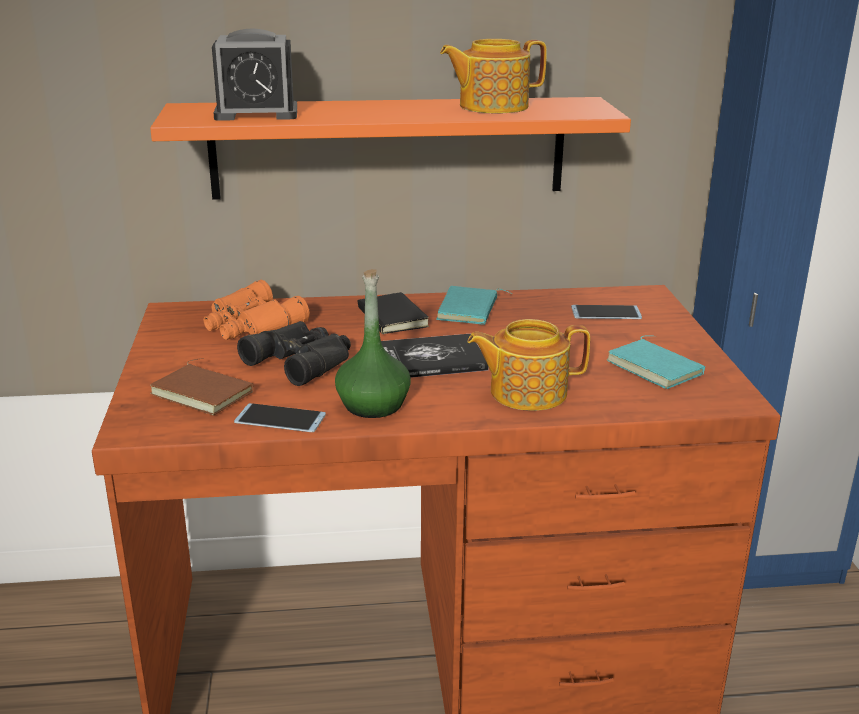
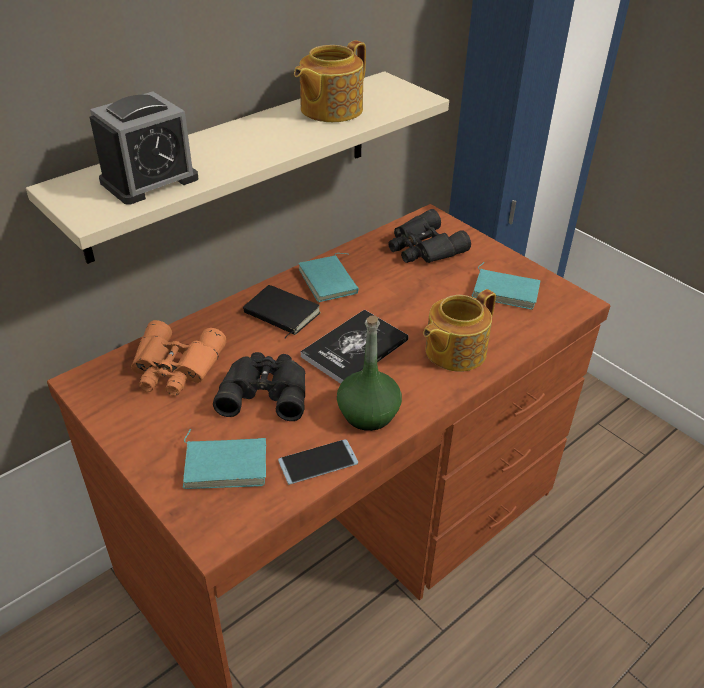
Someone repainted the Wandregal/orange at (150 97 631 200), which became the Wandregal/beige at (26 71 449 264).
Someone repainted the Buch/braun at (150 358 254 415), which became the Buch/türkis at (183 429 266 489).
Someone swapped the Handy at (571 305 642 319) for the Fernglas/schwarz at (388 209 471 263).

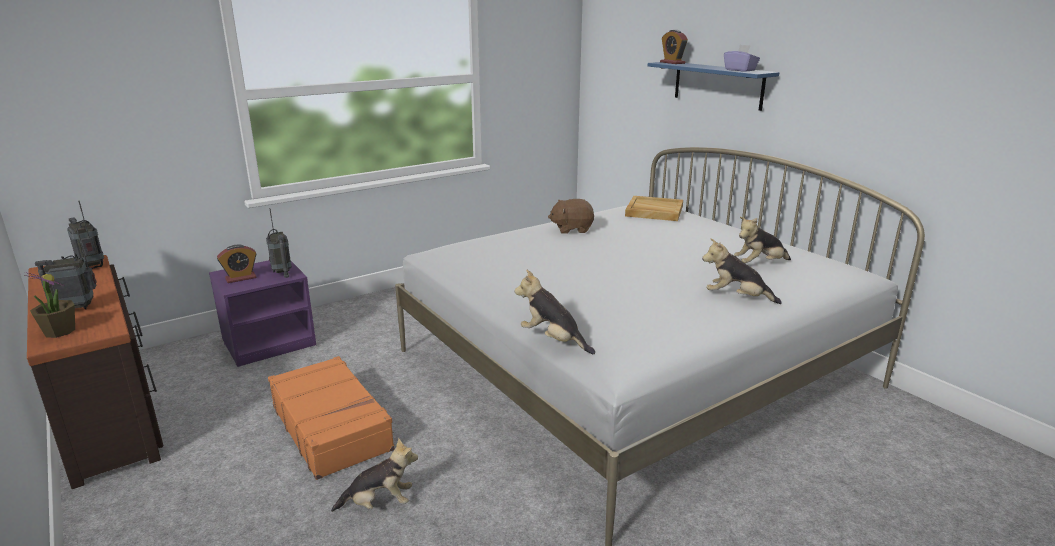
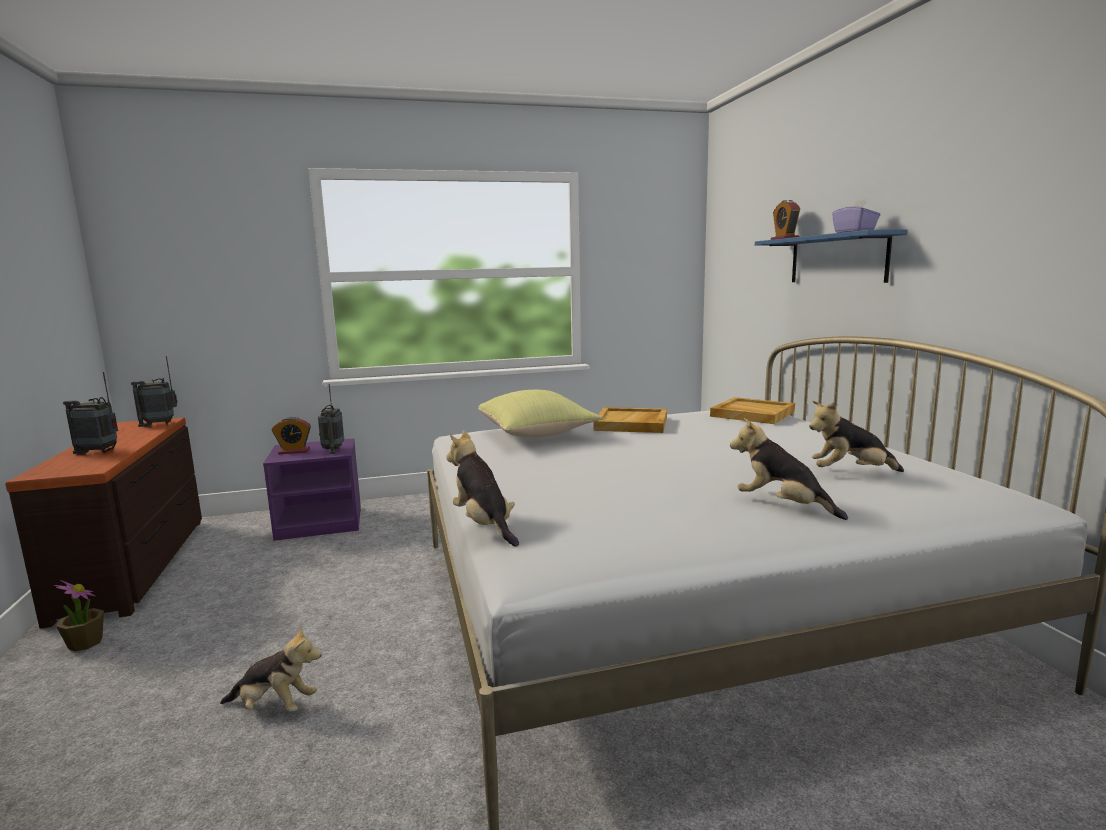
Someone carried the Topfpflanze from (24 272 75 338) to (53 580 104 652).
Someone rotated the Radio at (67 201 104 269) by 90 degrees counterclockwise.
Someone took away the Koffer/orange at (268 356 395 480).
Someone swapped the Plüschtier/braun at (548 199 594 234) for the Tablett/beige at (593 407 667 433).
Someone put down the Kissen/gelb at (478 390 602 438).

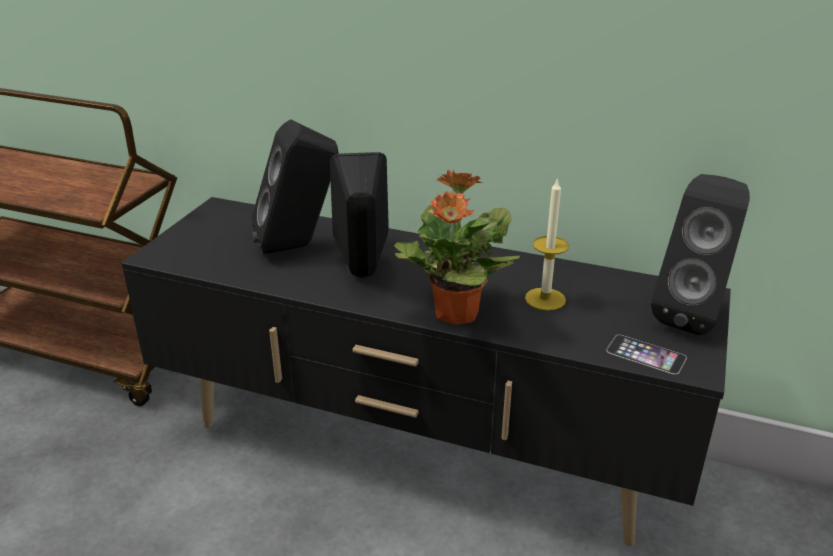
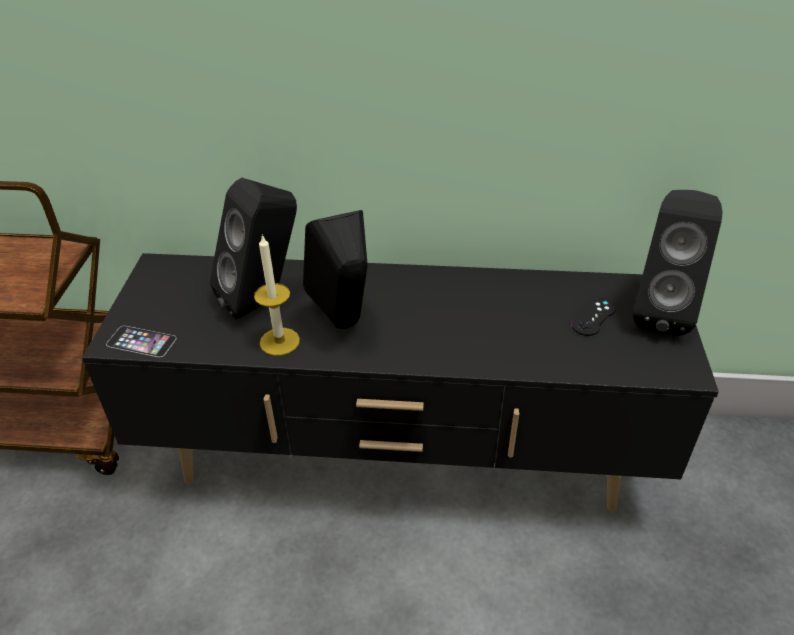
Someone took away the Topfpflanze at (394 170 520 325).
Someone carried the Kerze from (525 177 569 311) to (254 234 300 356).
Someone carried the Handy from (606 335 687 375) to (106 326 177 357).
Someone put down the Gamepad/schwarz at (571 298 616 336).

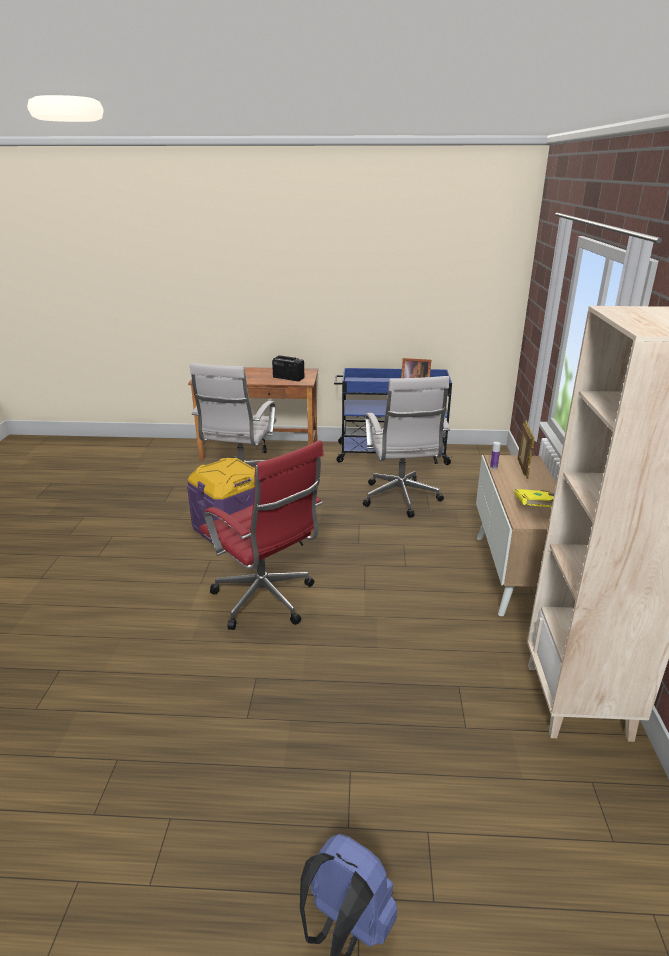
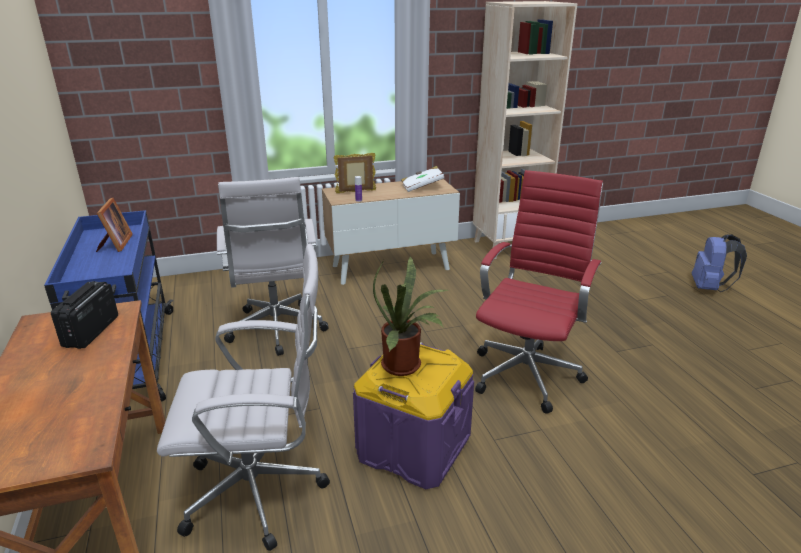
Someone rotated the Bürostuhl/weiß at (363 376 450 518) by 105 degrees clockwise.
Someone repainted the Buch/gelb at (514 489 554 508), which became the Buch/weiß at (401 166 444 192).
Someone put down the Topfpflanze at (373 256 448 376).

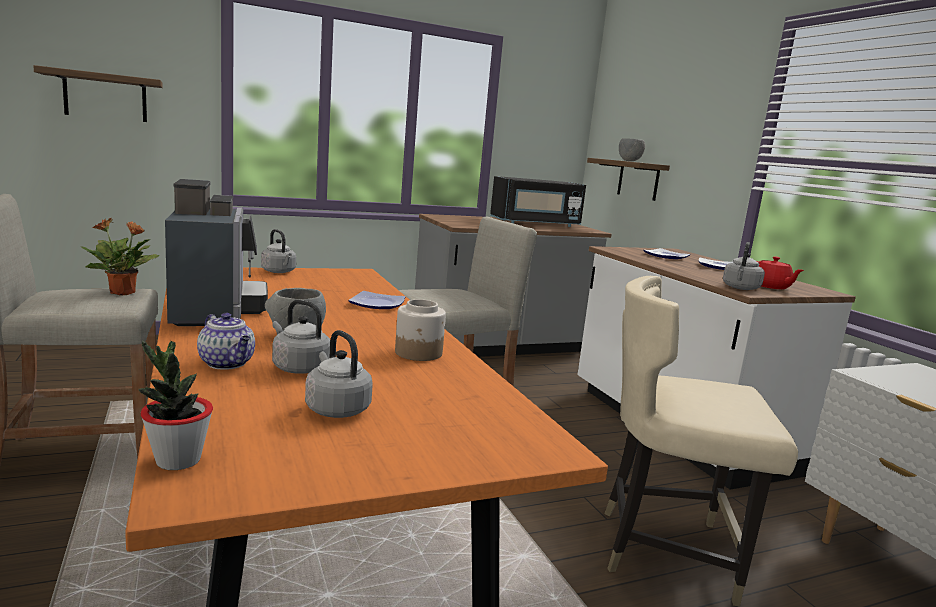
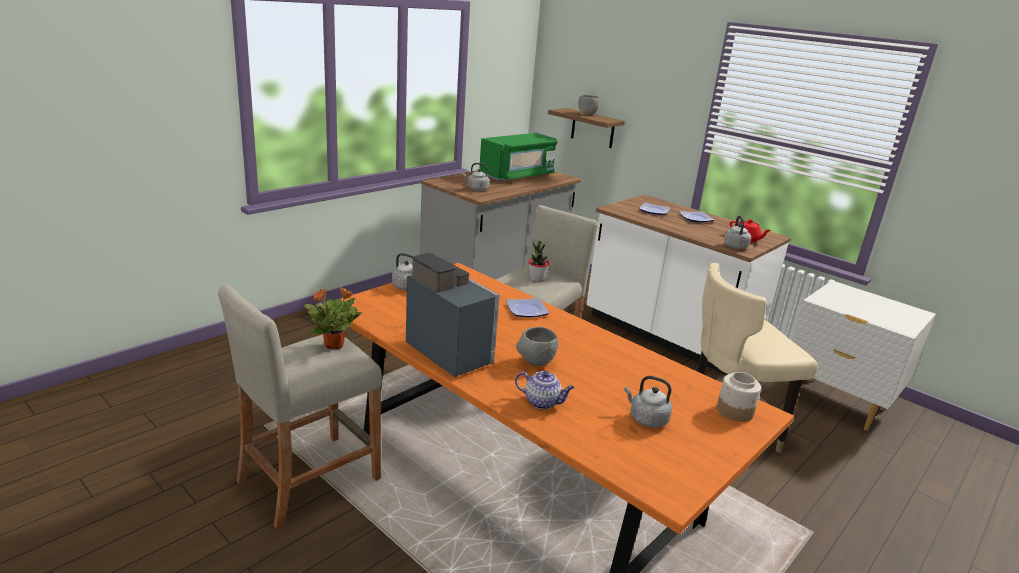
Someone took away the Wandregal at (33 65 163 122).
Someone carried the Topfpflanze from (139 340 213 470) to (528 241 550 282).
Someone carried the Wasserkessel/grau from (272 299 330 374) to (463 163 489 191).
Someone carried the Vorratsglas from (395 299 446 361) to (717 372 761 422).
Someone repainted the Mikrowelle/schwarz at (490 176 586 227), which became the Mikrowelle/grün at (479 133 558 181).

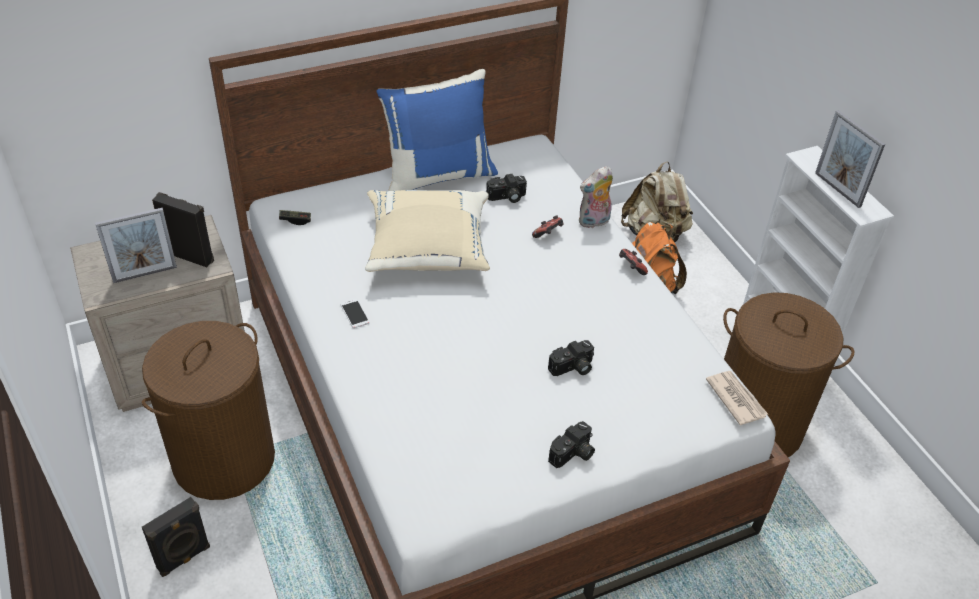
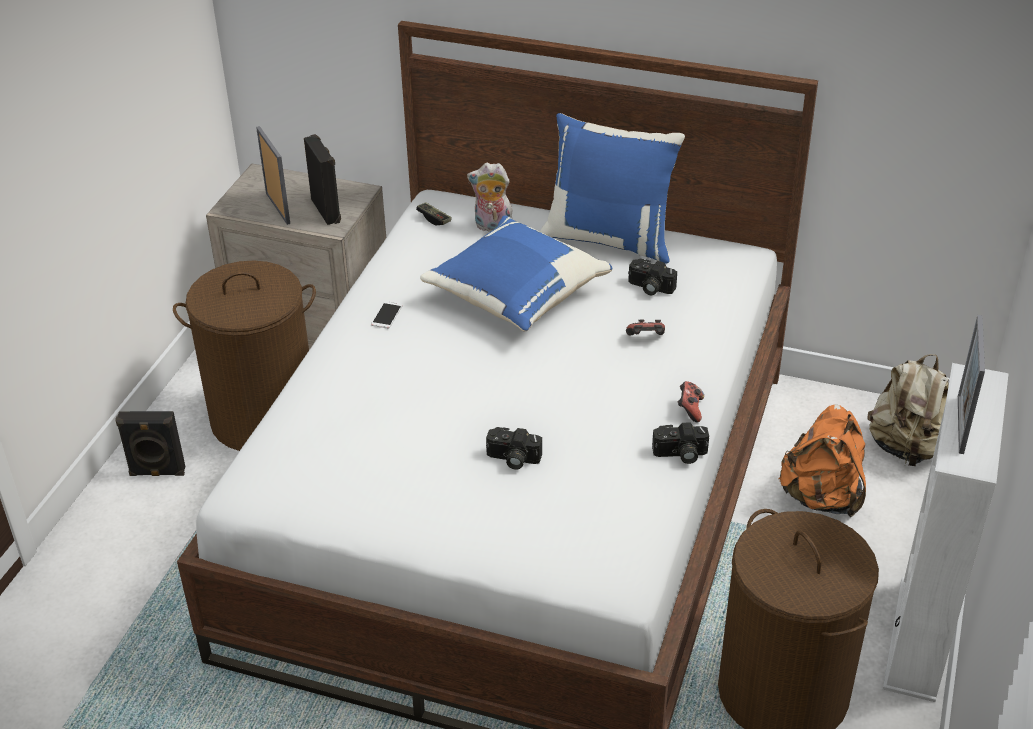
Someone rotated the Bilderrahmen at (95 208 177 283) by 135 degrees counterclockwise.
Someone repainted the Kissen/beige at (365 190 490 272), which became the Kissen/blau at (420 215 612 332).
Someone carried the Kamera from (548 421 595 468) to (652 422 709 464).
Someone carried the Plüschtier from (579 166 613 228) to (467 163 513 232).
Someone took away the Zeitung at (706 371 768 426).

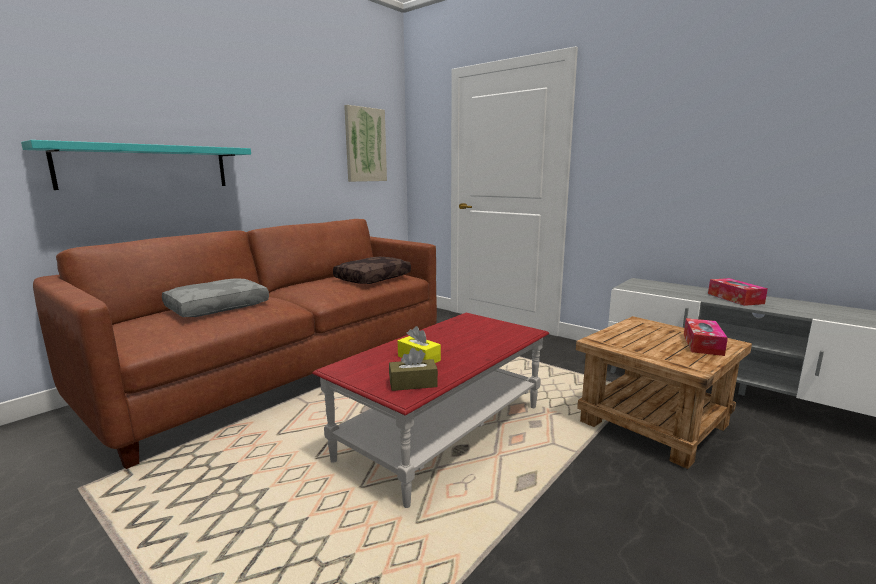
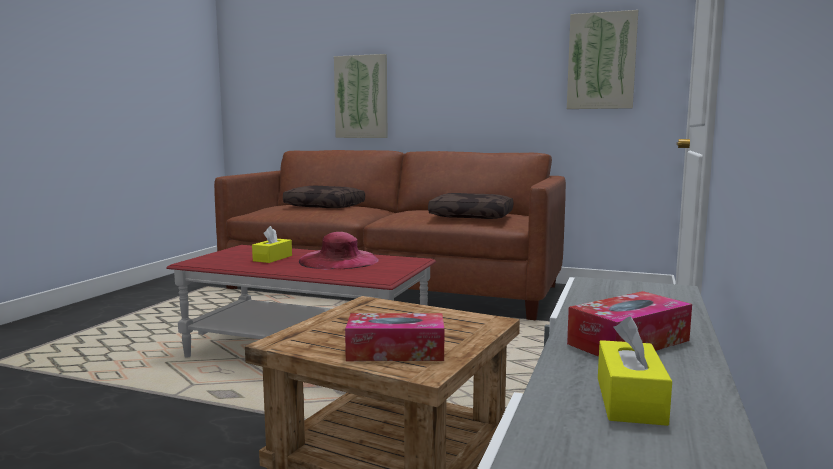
Someone swapped the Wandregal/türkis at (21 140 251 190) for the Bild at (334 54 387 138).
Someone repainted the Kissen/grau at (162 278 269 317), which became the Kissen/braun at (283 186 365 208).
Someone took away the Taschentuchbox/braun at (389 348 438 391).
Someone put down the Hut/rosa at (299 232 379 270).
Someone put down the Taschentuchbox/gelb at (598 316 672 426).

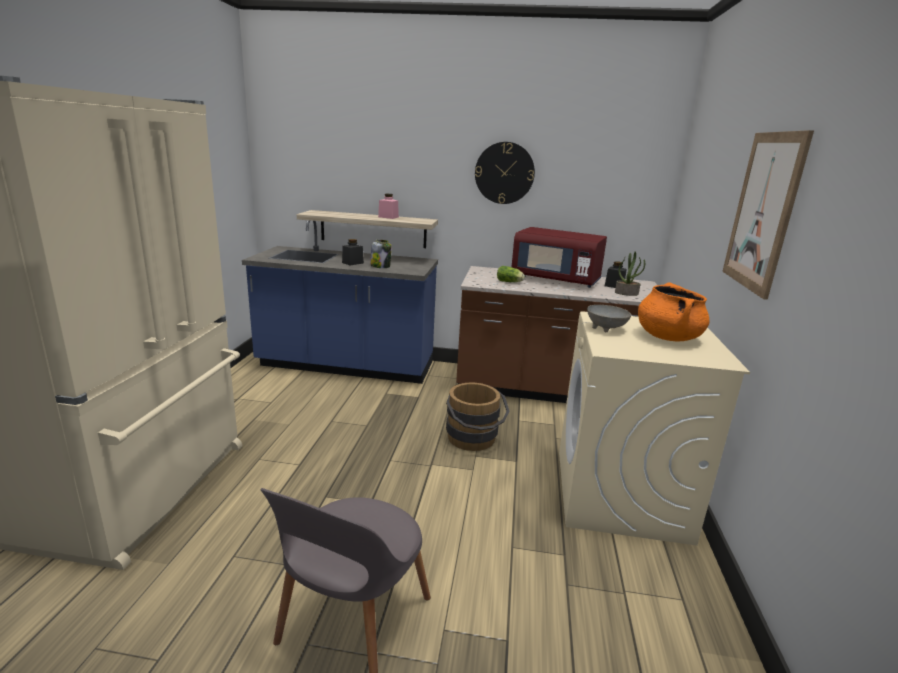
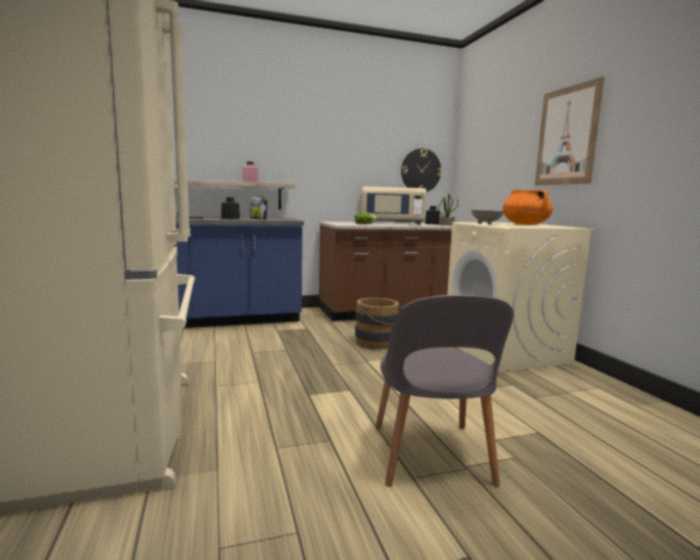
Someone carried the Wanduhr from (475 142 535 204) to (401 148 442 192).
Someone repainted the Mikrowelle/rot at (512 227 607 288), which became the Mikrowelle/beige at (361 186 426 225).

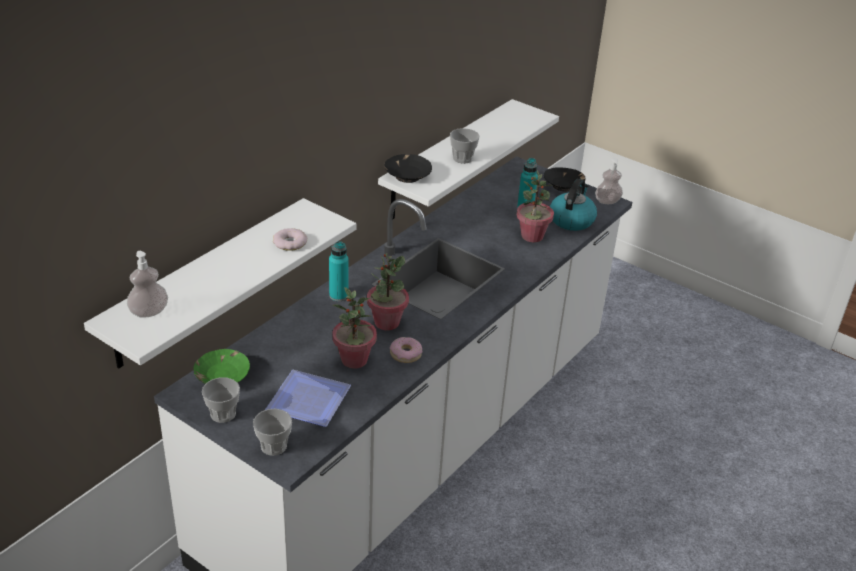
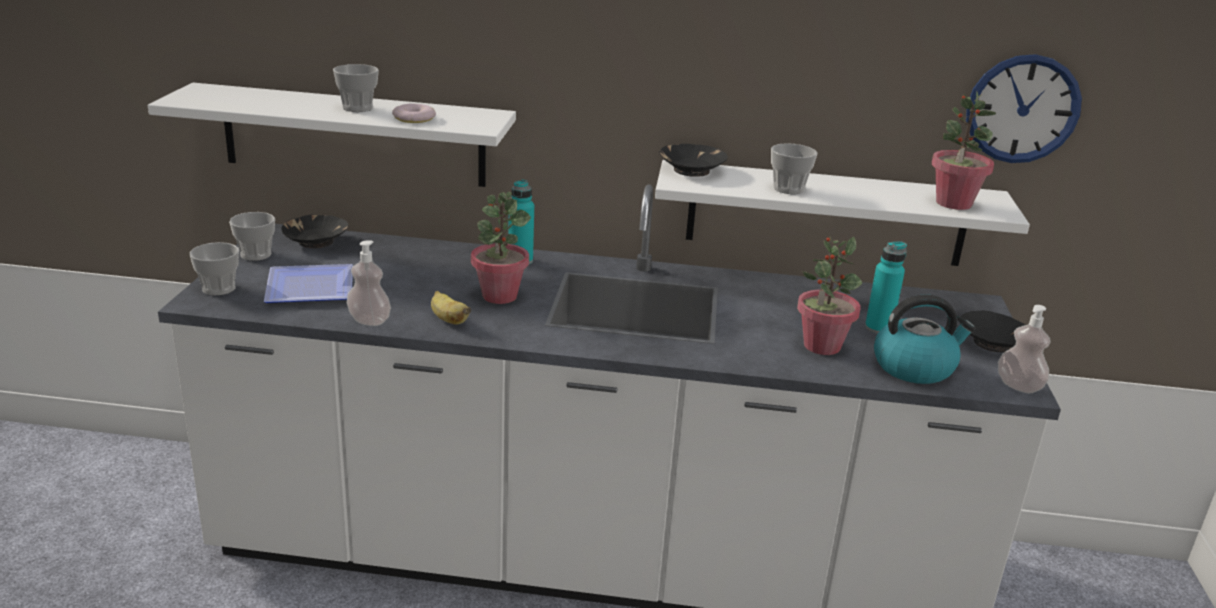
Someone carried the Seifenspender from (127 251 168 318) to (347 240 391 326).
Someone repainted the Schüssel/grün at (193 349 250 384), which became the Schüssel/schwarz at (282 215 348 248).
Someone carried the Topfpflanze from (332 287 377 369) to (932 91 996 210).
Someone swapped the Donut at (390 337 422 363) for the Banane at (431 291 471 324).
Someone put down the Tasse at (333 64 379 112).
Someone put up the Wanduhr at (966 54 1082 163).

